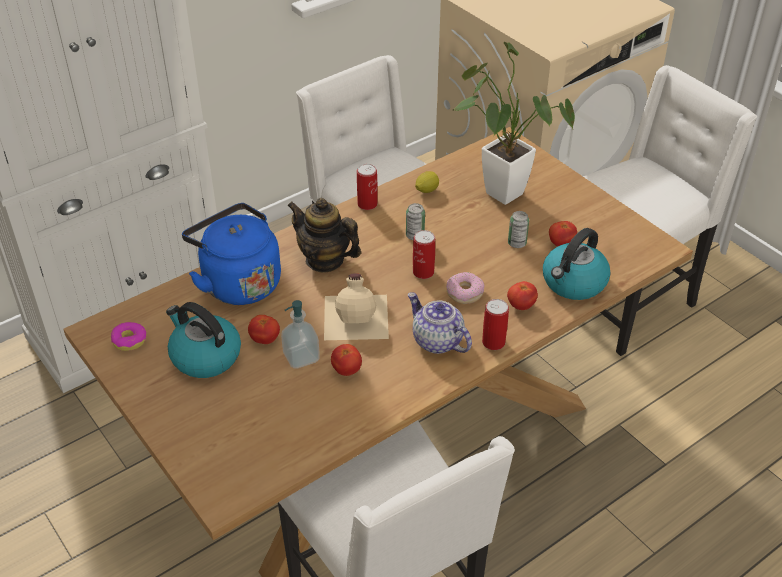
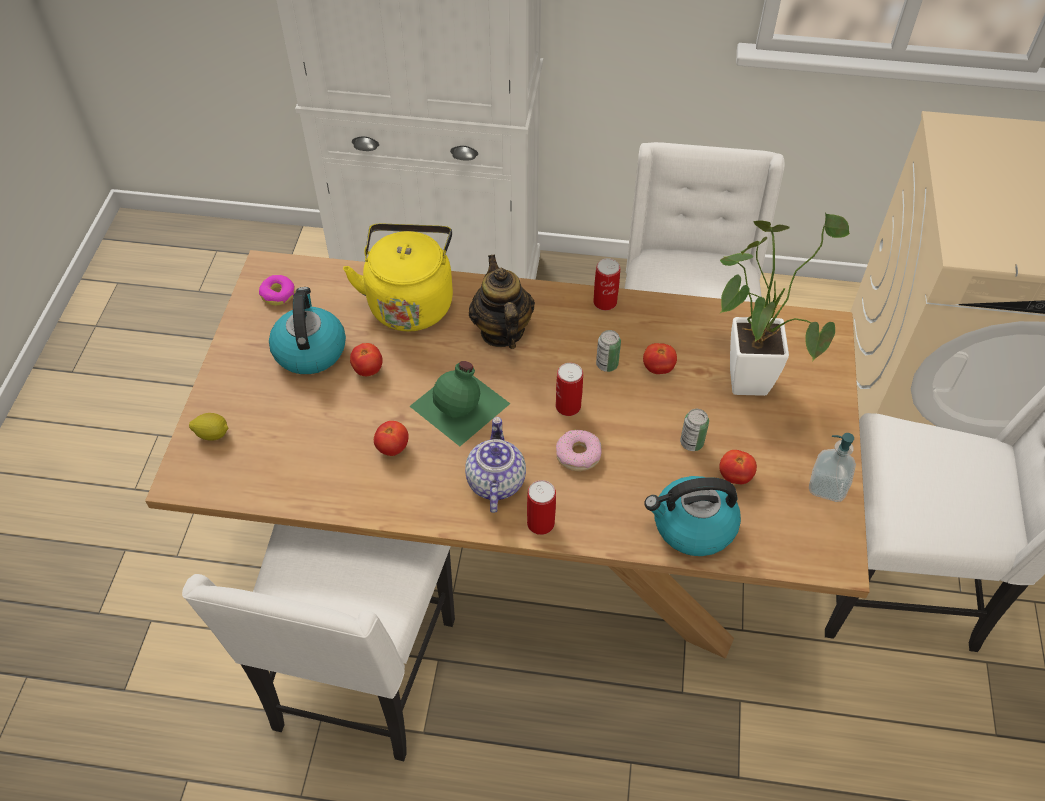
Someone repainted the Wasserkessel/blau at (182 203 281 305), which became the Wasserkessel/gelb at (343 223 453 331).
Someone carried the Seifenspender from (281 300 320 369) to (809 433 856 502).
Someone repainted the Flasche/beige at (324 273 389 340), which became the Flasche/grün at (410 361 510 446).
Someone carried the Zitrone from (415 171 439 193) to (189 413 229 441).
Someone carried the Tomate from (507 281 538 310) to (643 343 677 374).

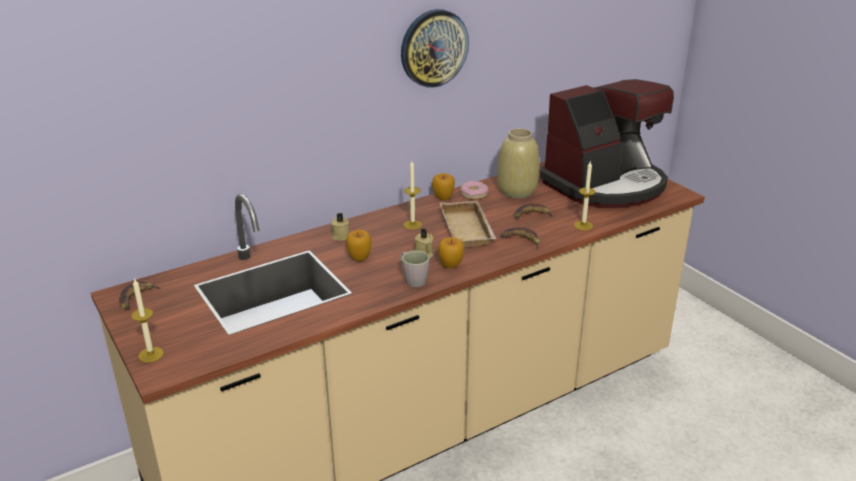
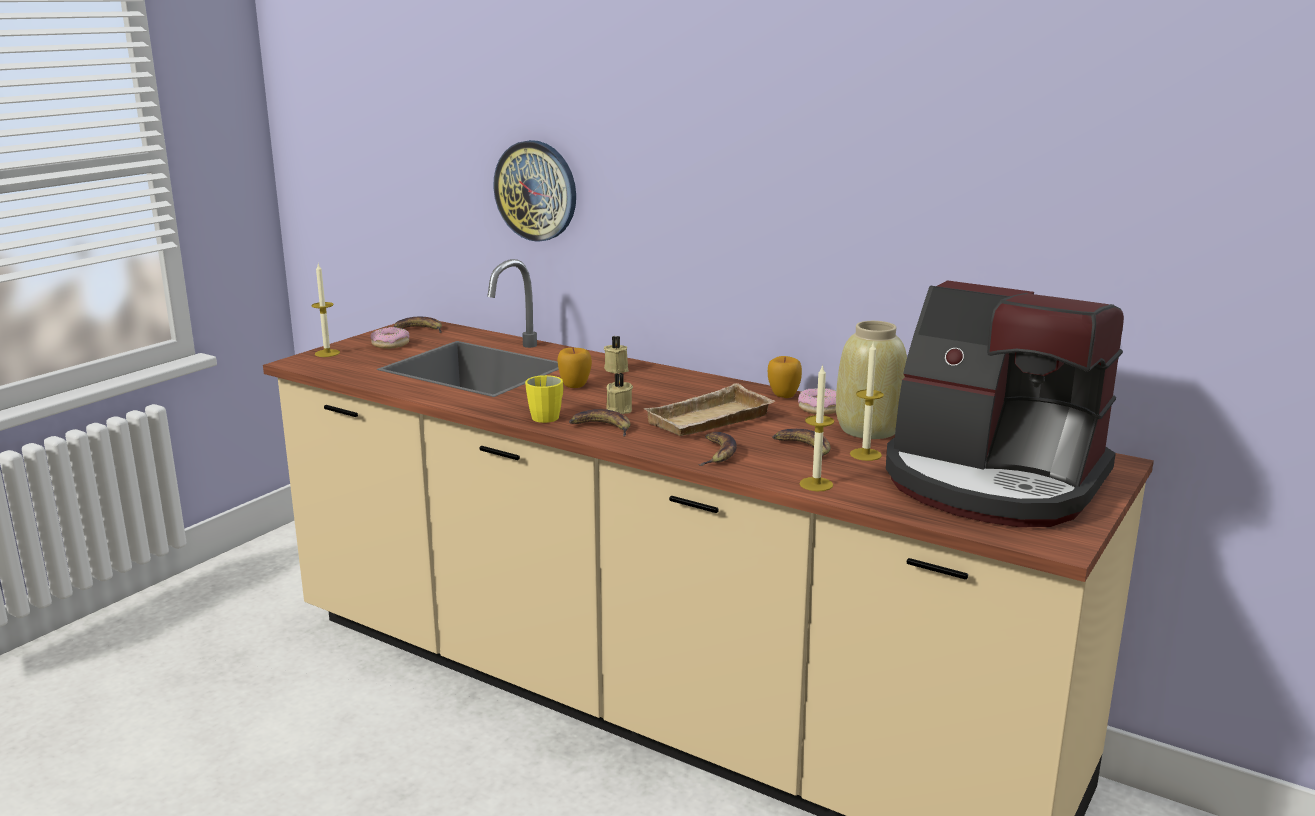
Someone repainted the Henkelbecher/grau at (400 250 430 287), which became the Henkelbecher/gelb at (525 375 563 423).
Someone carried the Wanduhr from (401 9 469 88) to (493 140 576 242).
Someone carried the Kerze from (403 161 422 230) to (850 341 884 461).
Someone swapped the Apfel at (438 237 464 268) for the Banane at (569 409 630 436).
Someone put down the Donut at (370 327 409 349).

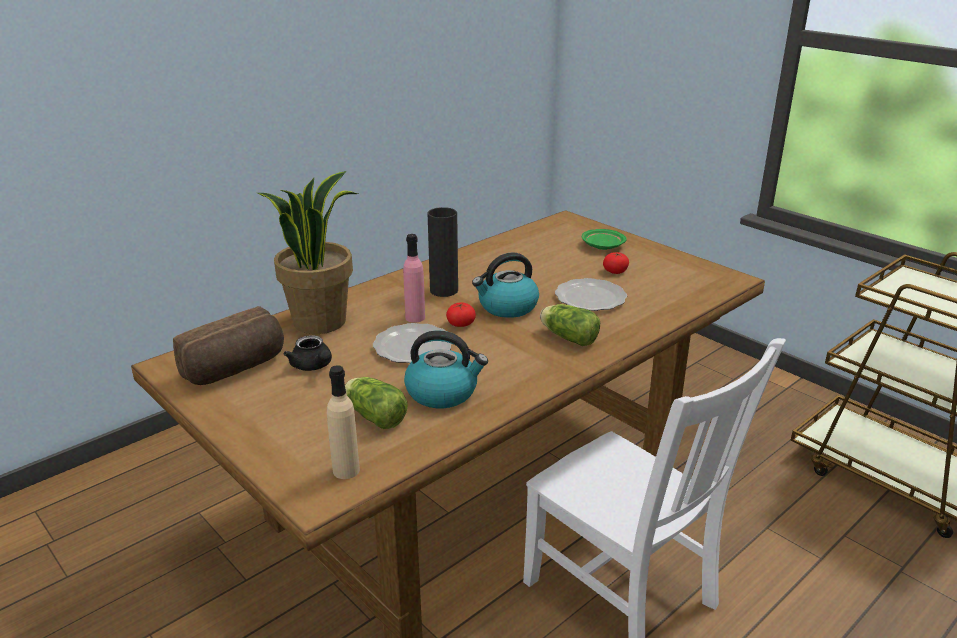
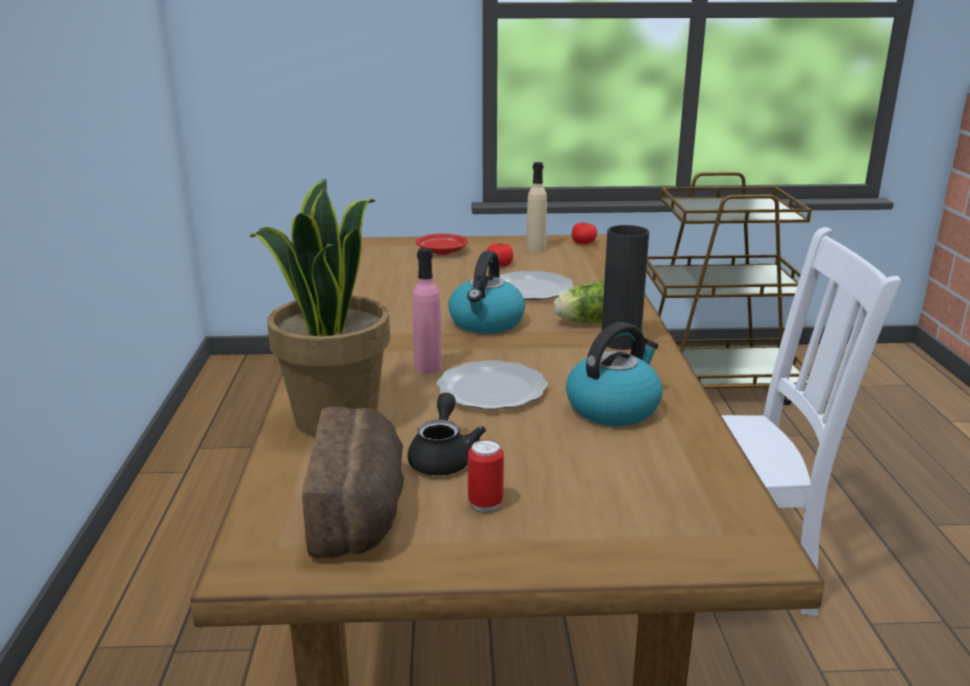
Someone rotated the Teekanne/schwarz at (284 335 332 371) by 90 degrees counterclockwise.
Someone carried the Flasche/beige from (327 365 360 479) to (526 162 547 252).
Someone took away the Salatkopf at (345 377 408 429).
Someone carried the Vase/schwarz from (427 207 458 297) to (602 225 649 350).
Someone carried the Tomate from (446 303 476 327) to (572 223 597 244).
Someone repainted the Teller/grün at (582 229 627 250), which became the Teller/rot at (416 234 468 255).
Someone put down the Dose at (468 439 504 512).

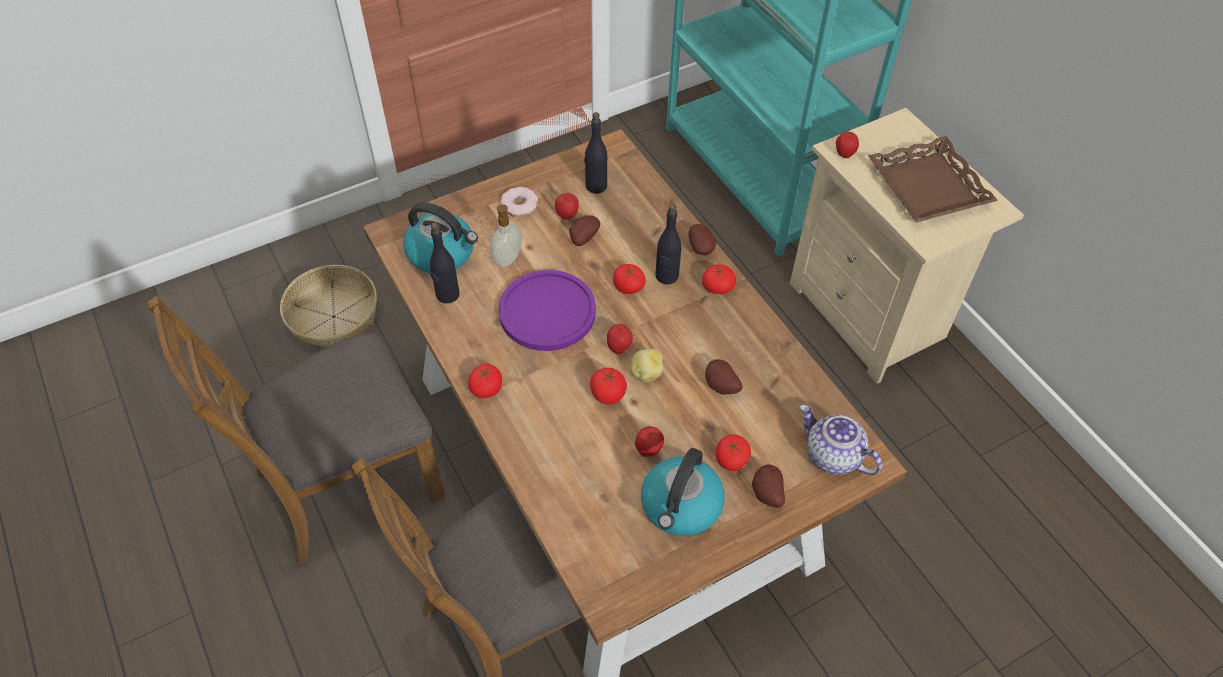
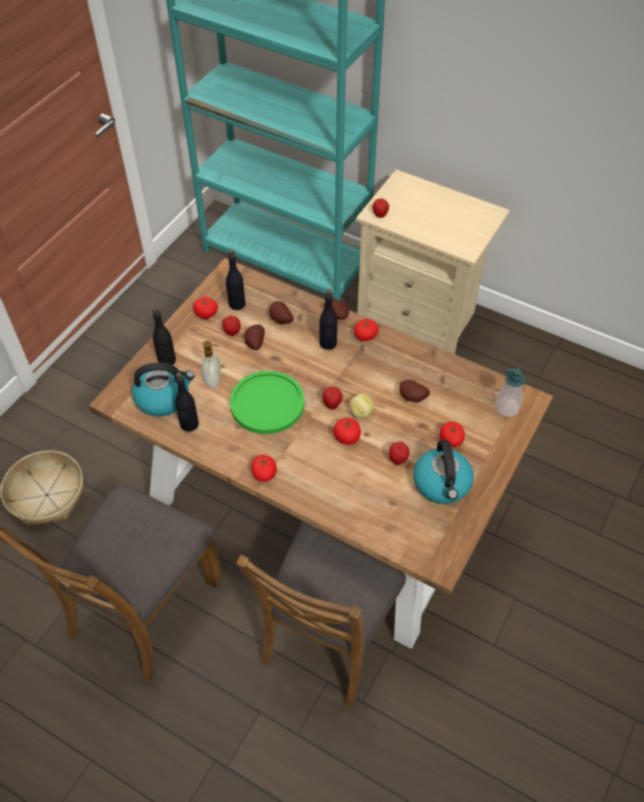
Someone repainted the Teller/lila at (499 270 596 351), which became the Teller/grün at (230 371 305 434).
Someone took away the Donut at (500 187 538 216).
Someone carried the Tomate from (613 264 646 294) to (193 297 218 319).
Someone carried the Kartoffel from (752 464 785 508) to (269 301 294 324).
Someone swapped the Teekanne at (800 405 882 475) for the Seifenspender at (495 368 525 417).
Someone took away the Tablett/braun at (868 136 998 223).
Someone put down the Flasche/schwarz at (153 307 176 365).

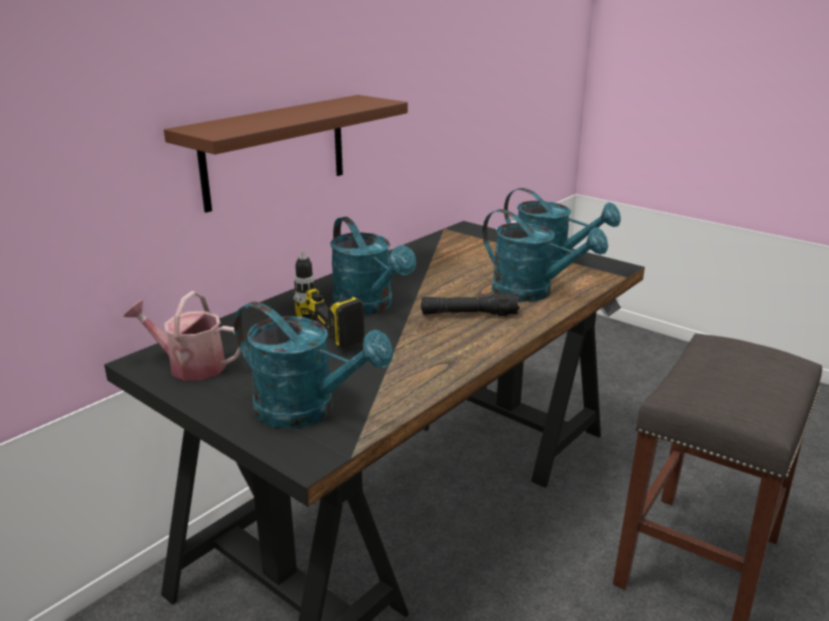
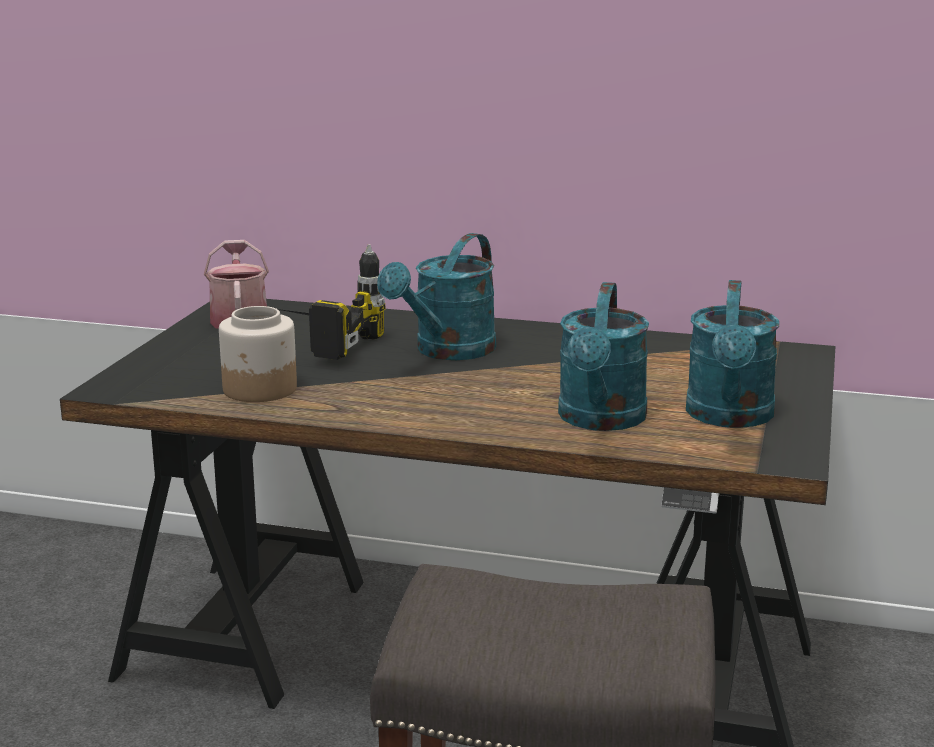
Someone took away the Wandregal/braun at (164 95 408 213).
Someone took away the Gießkanne/türkis at (234 302 393 428).
Someone took away the Taschenlampe/schwarz at (421 292 520 316).
Someone put down the Vorratsglas at (219 306 297 402).

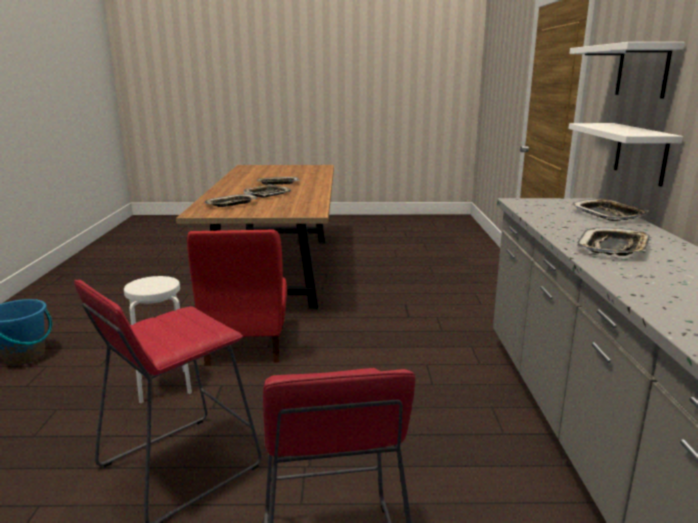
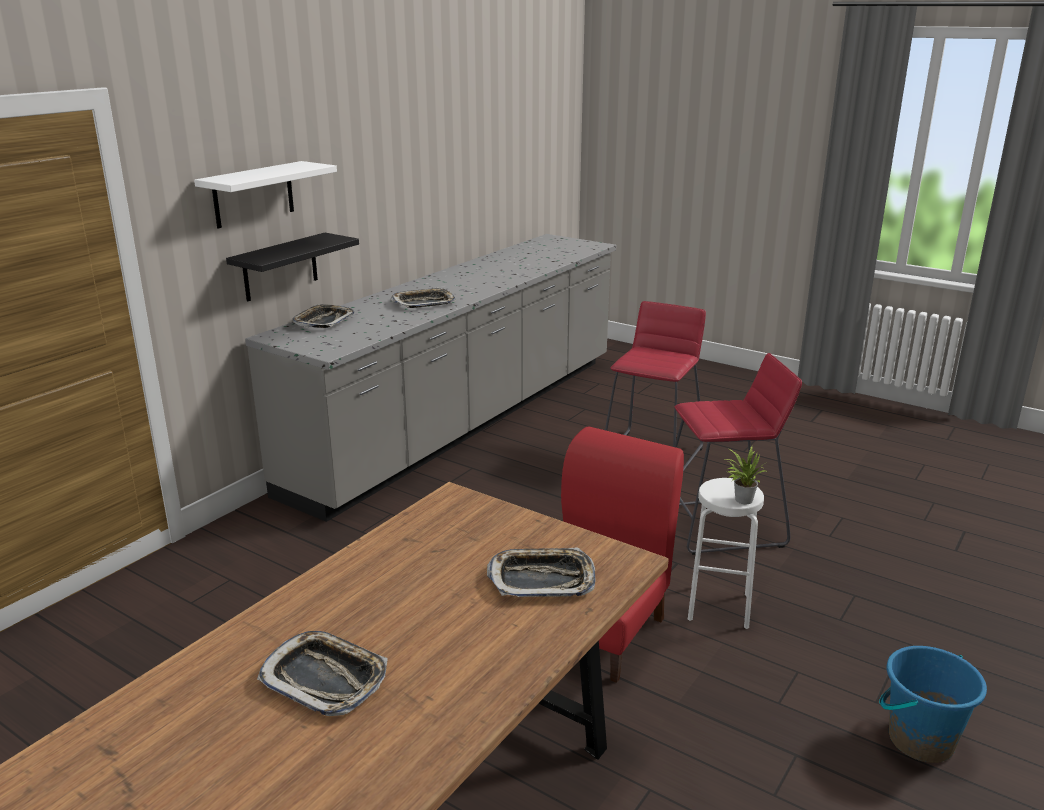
Someone took away the Tablett at (243 184 291 198).
Someone repainted the Wandregal/weiß at (569 123 683 187), which became the Wandregal/schwarz at (226 233 359 301).
Someone put down the Topfpflanze at (725 446 768 504).

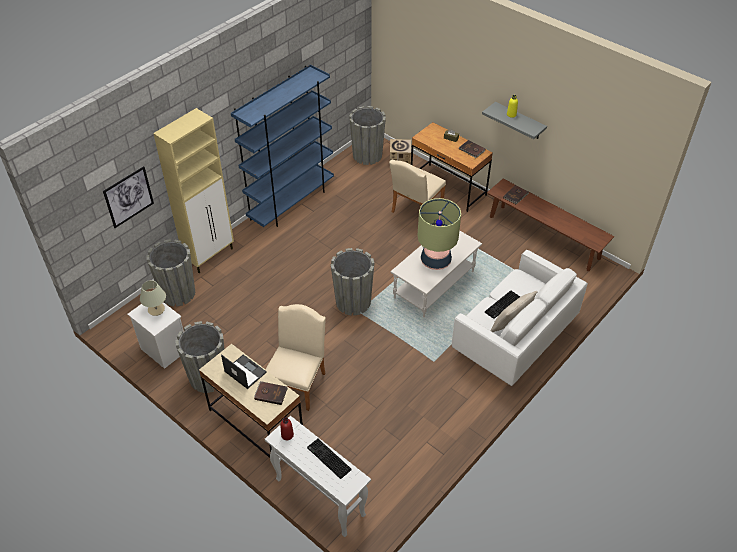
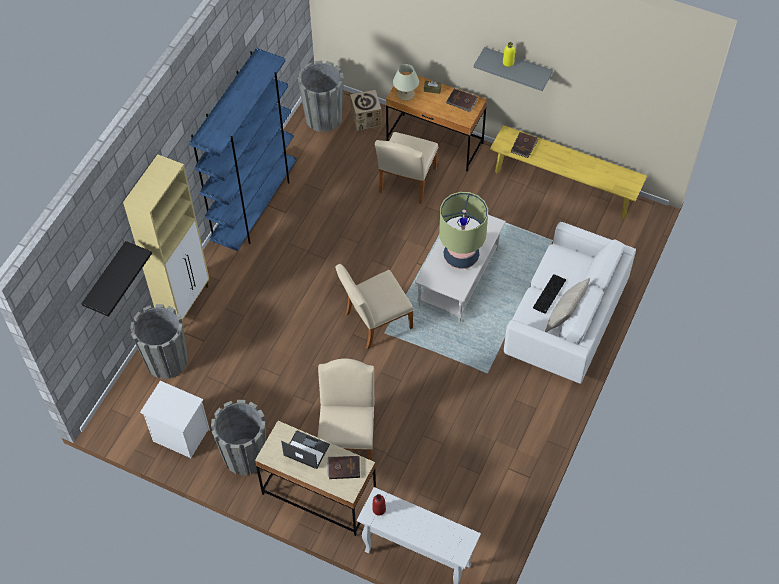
Someone swapped the Bild at (103 166 154 228) for the Wandregal/schwarz at (81 241 152 317).
Someone carried the Tischlampe/beige from (140 280 166 316) to (393 64 419 101).
Someone took away the Tastatur at (307 439 352 479).
Someone swapped the Pflanzkübel/grau at (331 248 375 316) for the Stuhl/beige at (335 264 414 349).
Someone repainted the Bank/braun at (487 179 615 271), which became the Bank/gelb at (490 125 647 219).

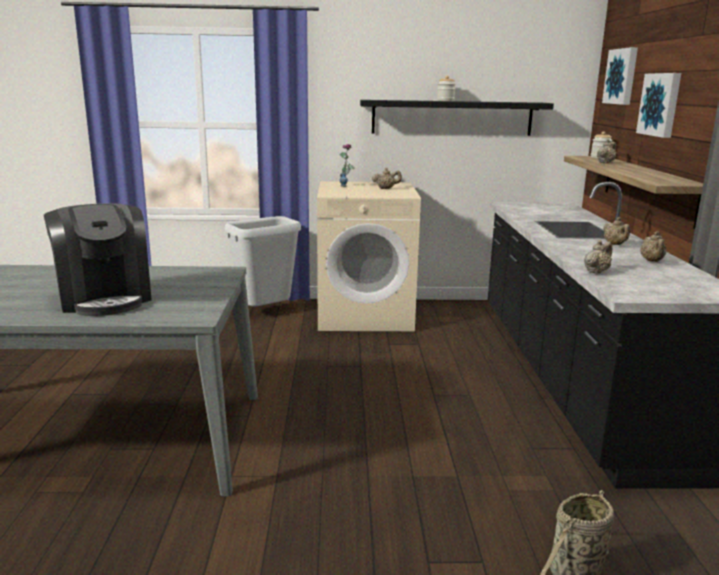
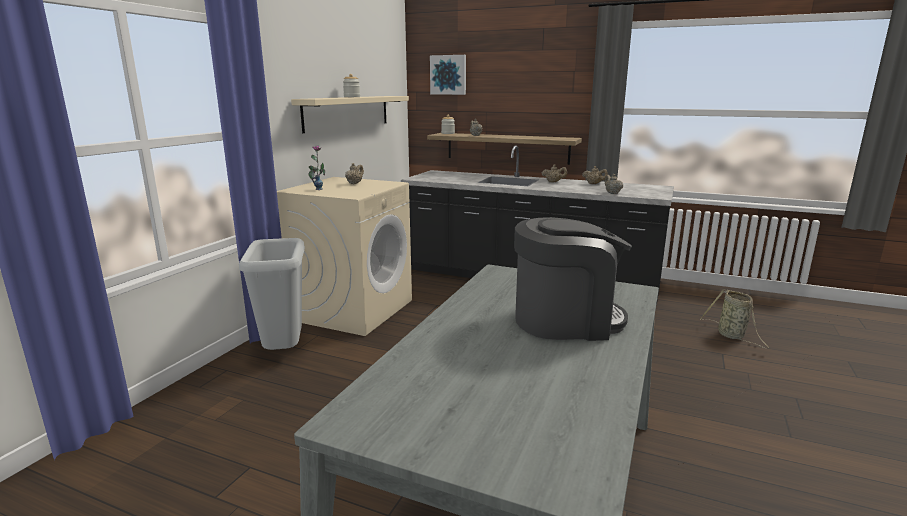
Someone repainted the Wandregal/schwarz at (360 100 554 136), which became the Wandregal/beige at (291 96 409 133).
Someone took away the Bild at (636 73 681 138).

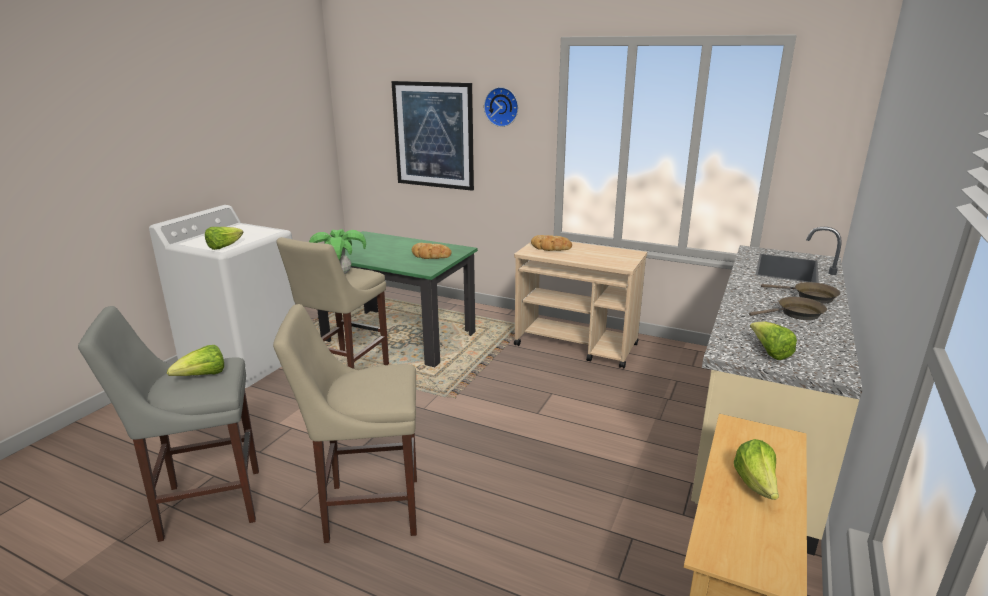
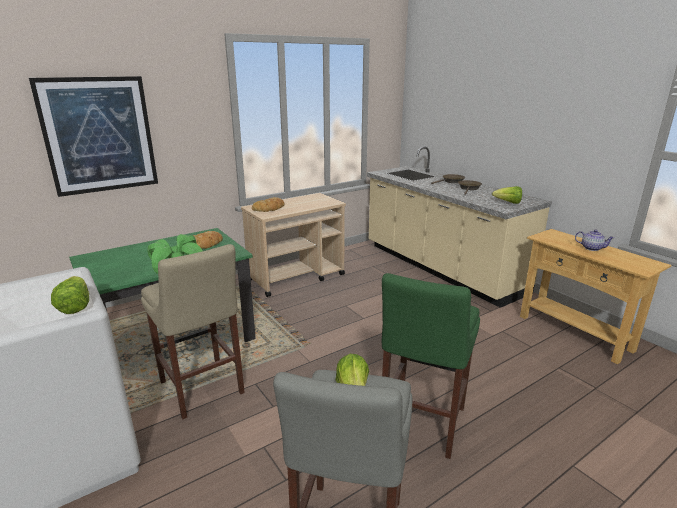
Someone repainted the Hocker/beige at (273 304 417 543), which became the Hocker/grün at (382 273 480 459).
Someone took away the Wanduhr at (484 87 518 127).
Someone swapped the Salatkopf at (734 439 779 500) for the Teekanne at (575 230 614 251).

